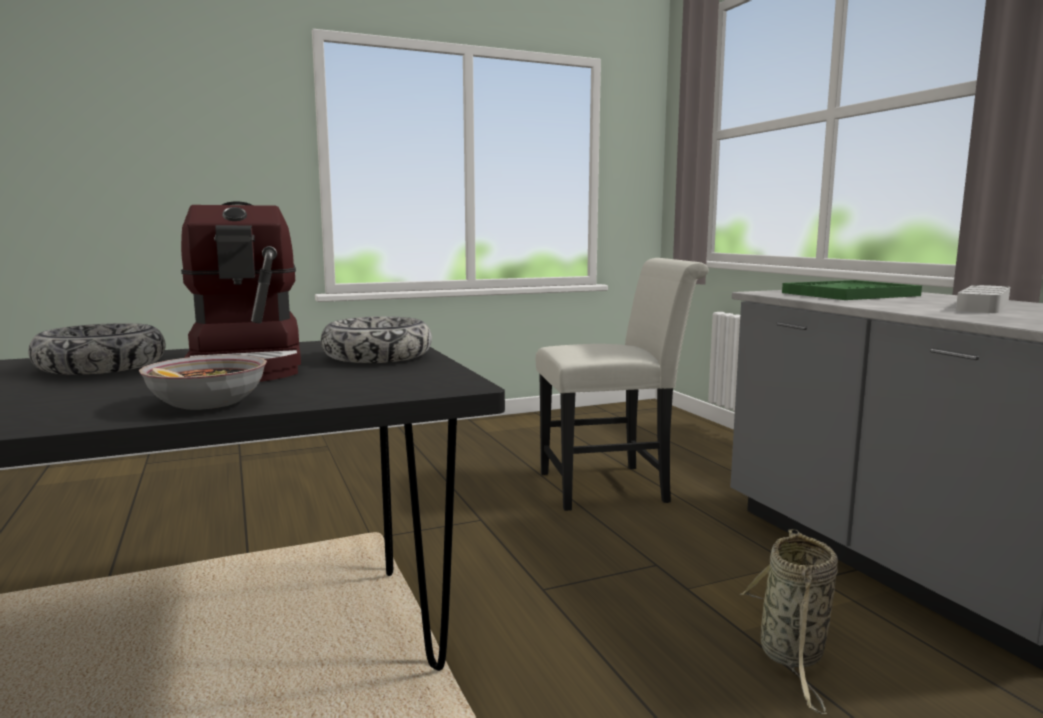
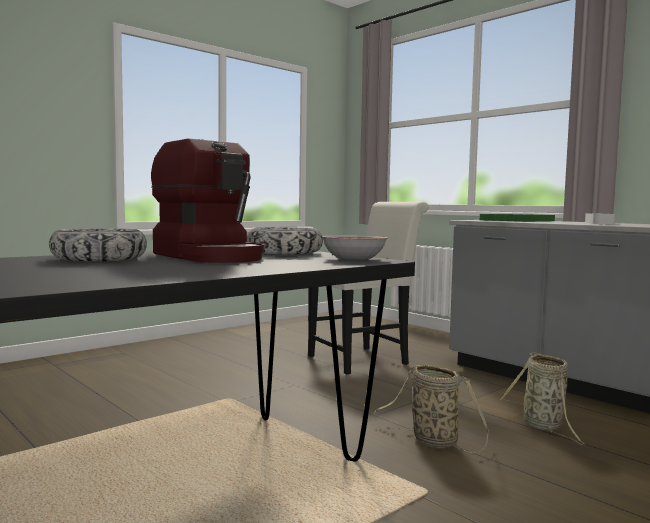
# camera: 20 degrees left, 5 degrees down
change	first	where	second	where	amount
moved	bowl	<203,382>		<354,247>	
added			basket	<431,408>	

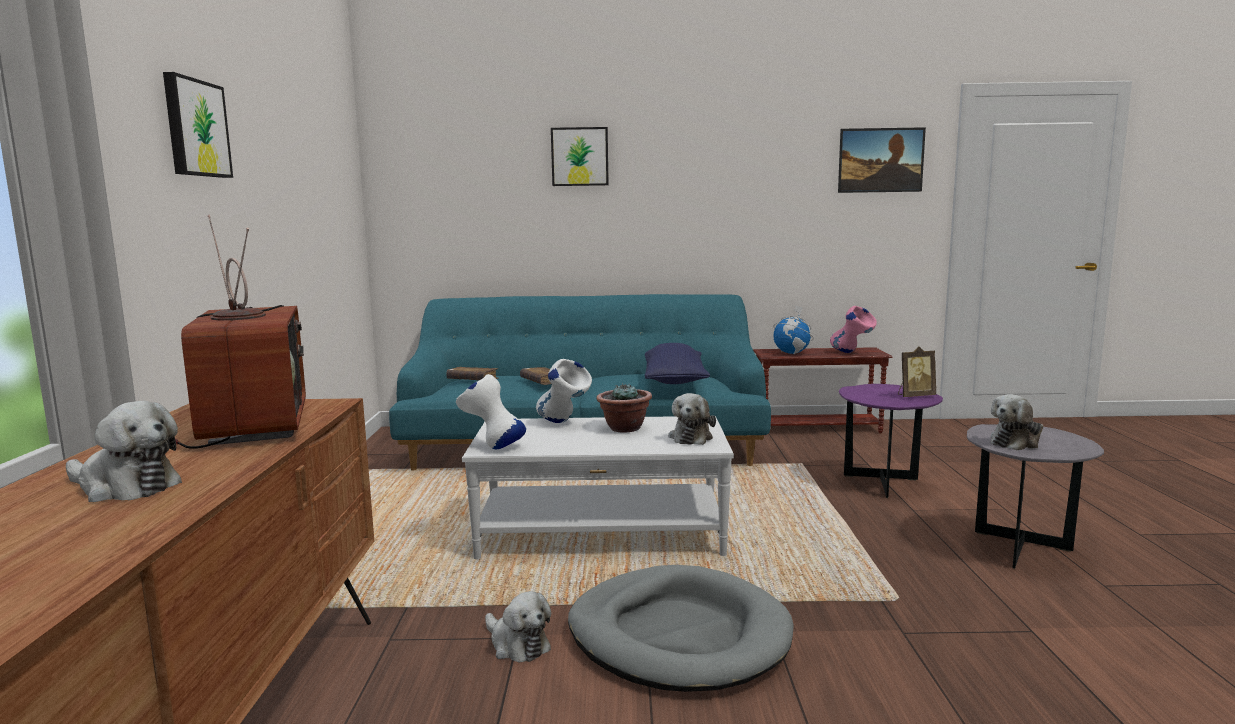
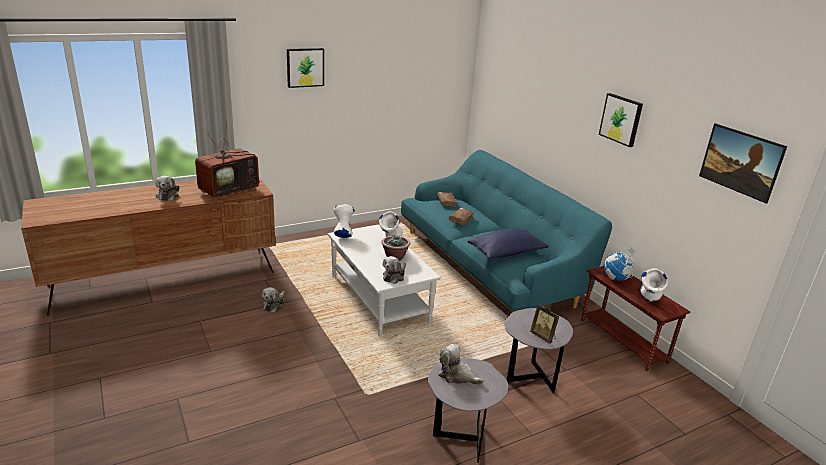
# camera: 60 degrees right, 15 degrees up
change	first	where	second	where	amount
turned	plush toy	<692,419>		<394,270>	45 degrees counterclockwise
recoloured	purple side table	<891,441>	grey side table	<539,351>	
moved	picture	<580,156>		<621,120>	
recoloured	pink vase	<853,329>	white vase	<654,285>	
removed	grey dog bed	<680,628>			

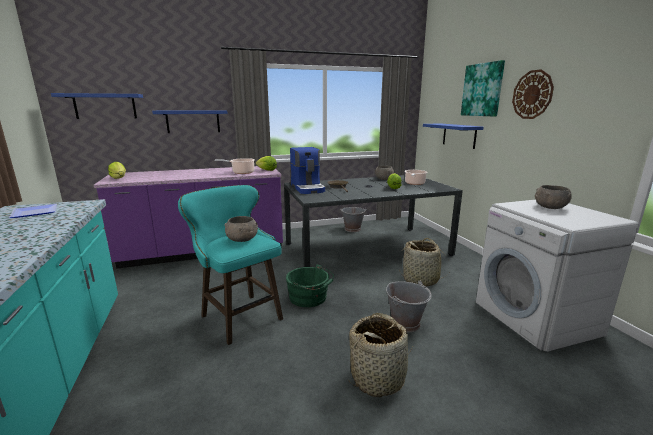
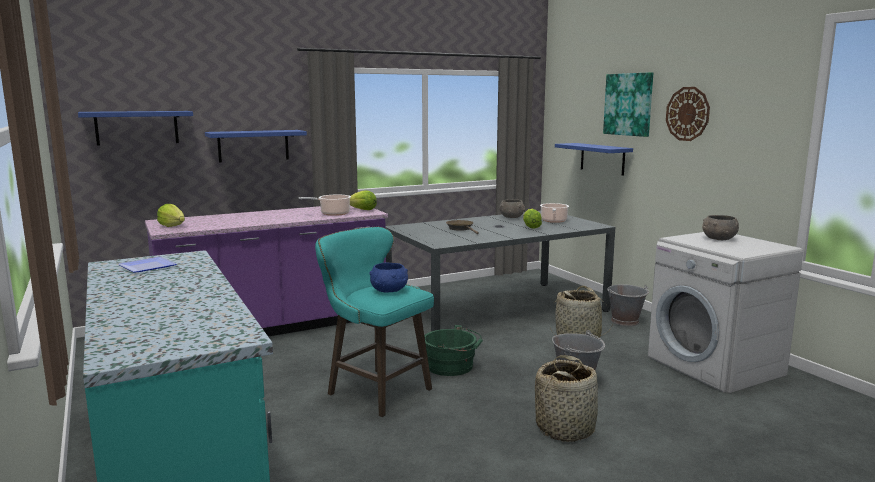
# camera: 10 degrees left, 5 degrees down
change	first	where	second	where	amount
recoloured	grey bowl	<241,229>	blue bowl	<388,278>	
moved	grey bucket	<353,219>		<628,305>	
removed	coffee machine	<307,170>			

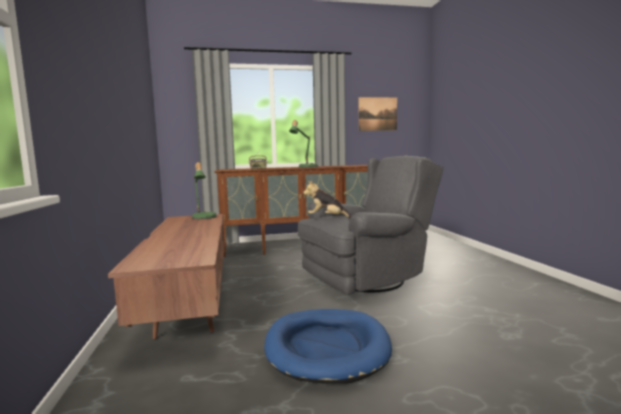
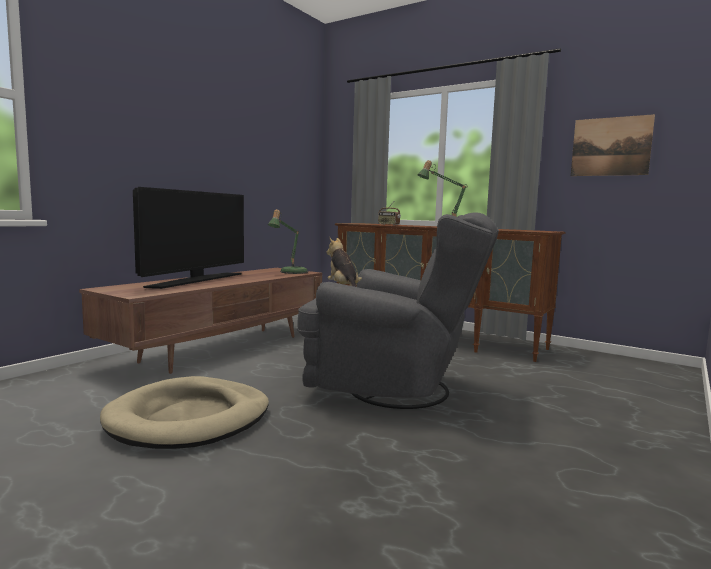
# camera: 45 degrees right, 0 degrees up
change	first	where	second	where	amount
recoloured	blue dog bed	<328,346>	beige dog bed	<184,412>	
added			television	<188,238>	

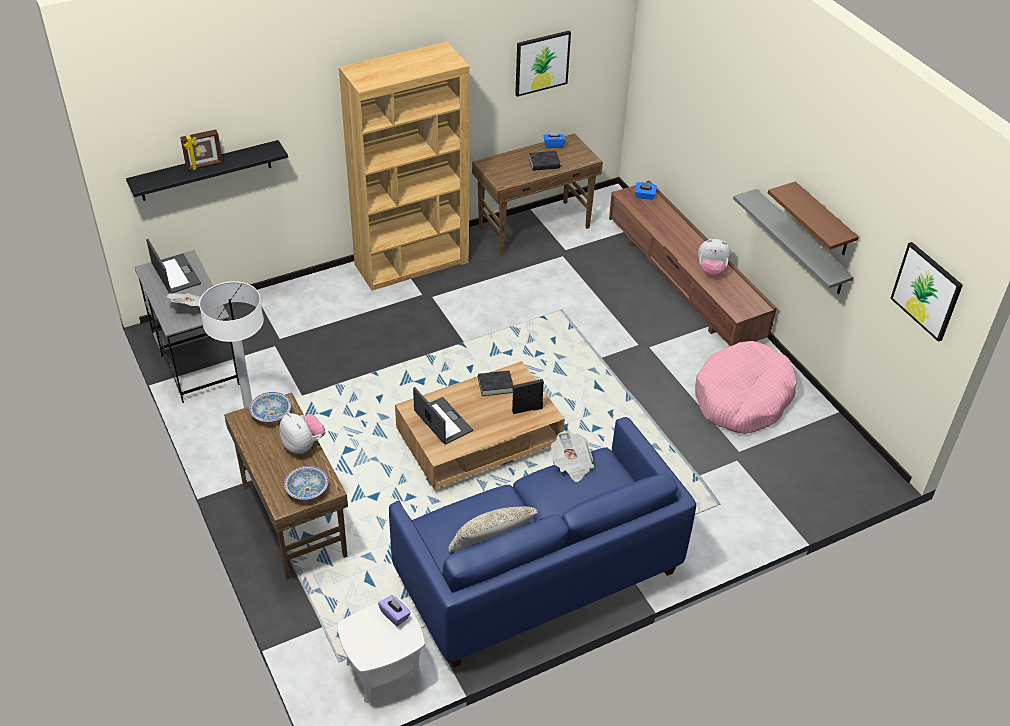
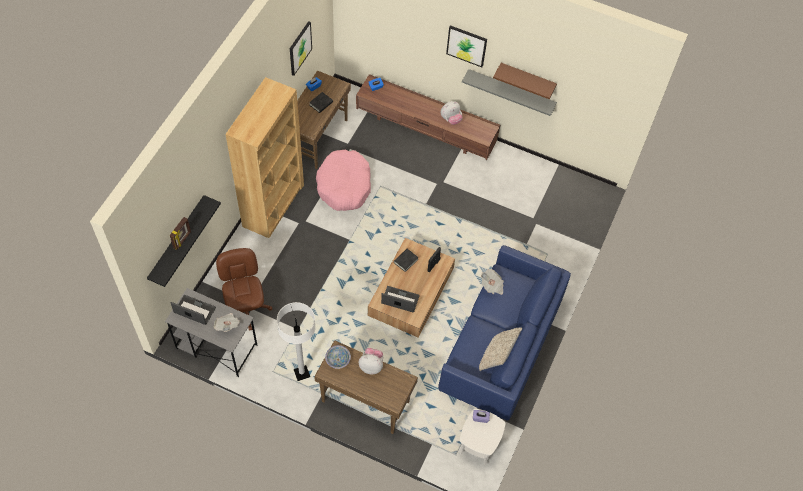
# camera: 40 degrees left, 15 degrees up
change	first	where	second	where	amount
added			brown office chair	<244,289>	
moved	pink dog bed	<746,387>		<343,180>	
moved	picture	<926,292>		<466,46>	
removed	bowl	<306,483>			

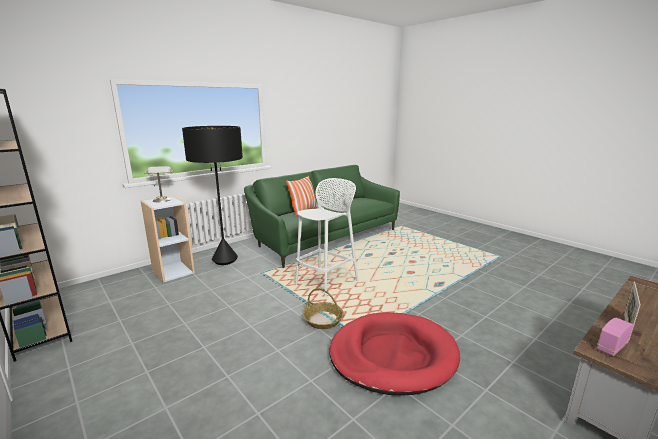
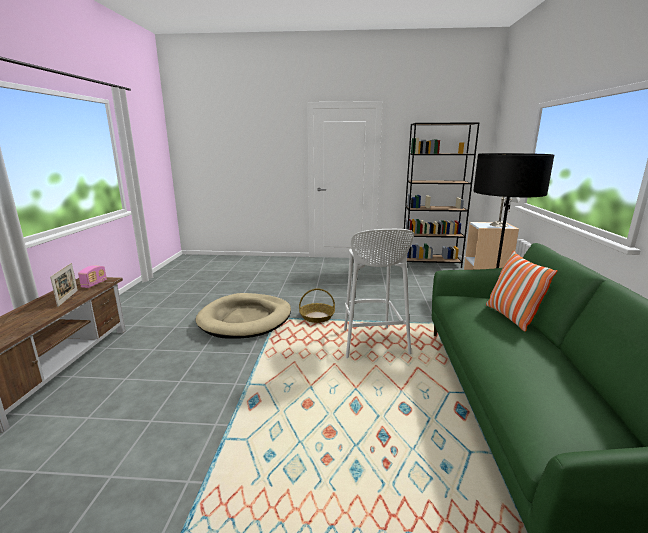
# camera: 135 degrees right, 0 degrees up
change	first	where	second	where	amount
recoloured	red dog bed	<395,353>	beige dog bed	<243,316>	

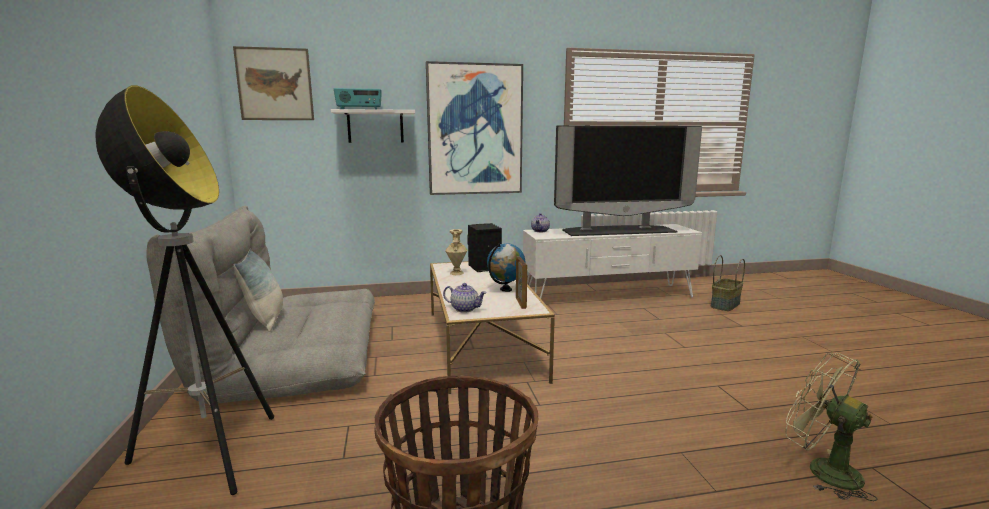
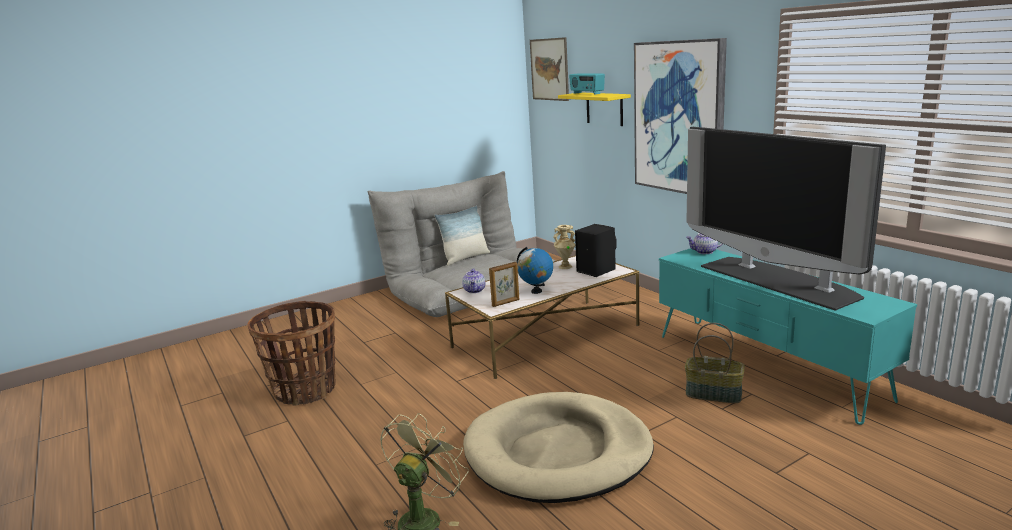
# camera: 70 degrees right, 5 degrees up
change	first	where	second	where	amount
added			beige dog bed	<558,447>	
recoloured	white shelf	<373,126>	yellow shelf	<594,109>	
recoloured	white tv stand	<612,261>	turquoise tv stand	<788,336>	
moved	basket	<728,283>		<715,363>	
removed	floor lamp	<184,290>			

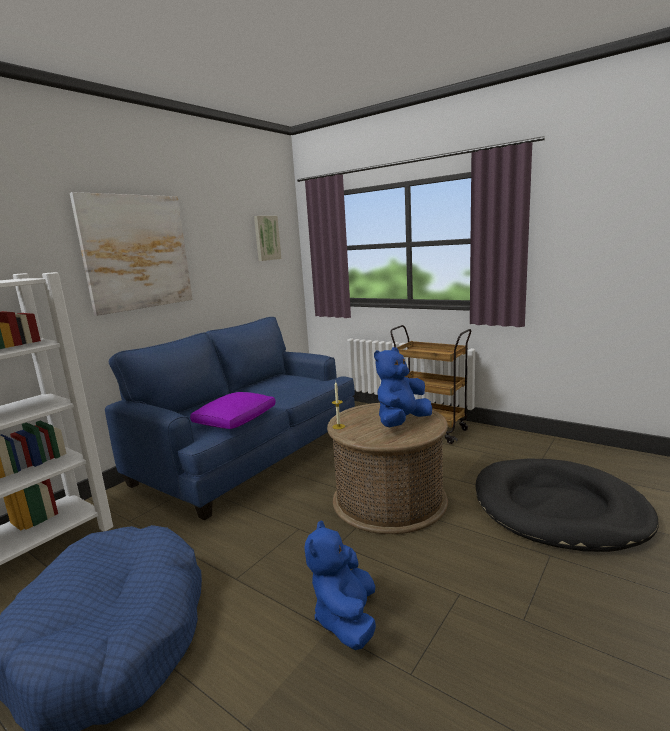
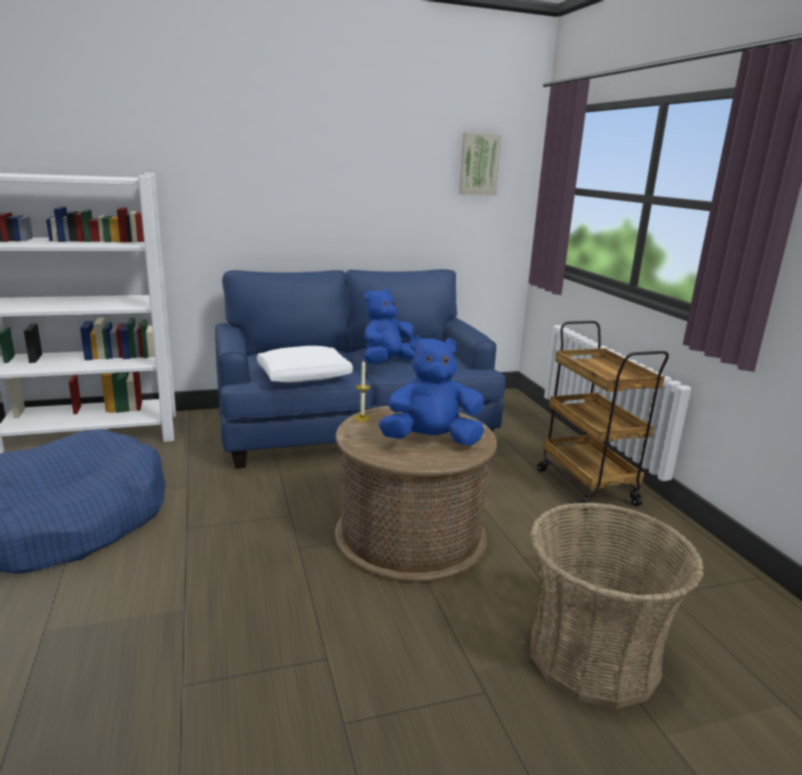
# camera: 35 degrees right, 5 degrees up
change	first	where	second	where	amount
recoloured	purple pillow	<233,410>	white pillow	<305,364>	
moved	blue plush toy	<340,585>		<389,326>	
replaced	black dog bed	<567,505>	basket	<616,605>	
removed	picture	<131,254>			

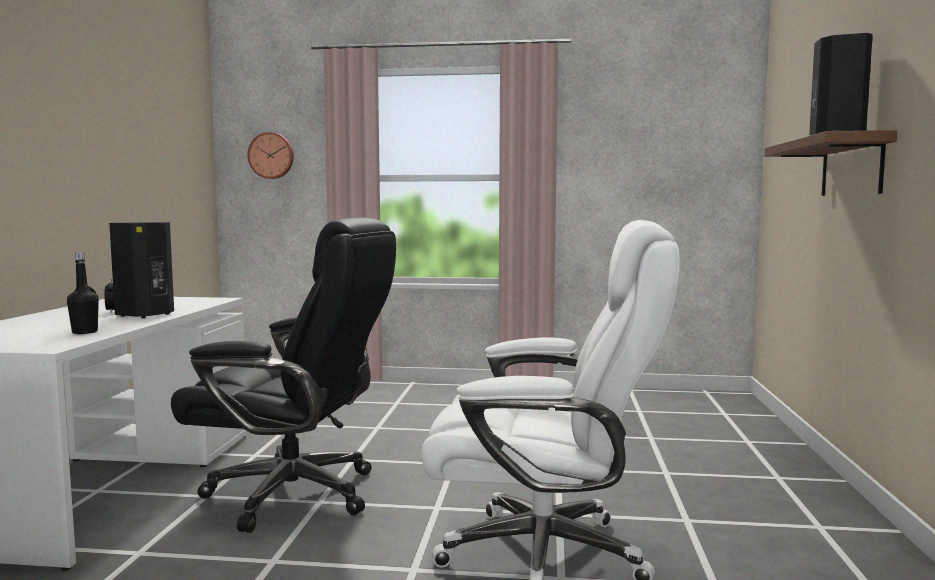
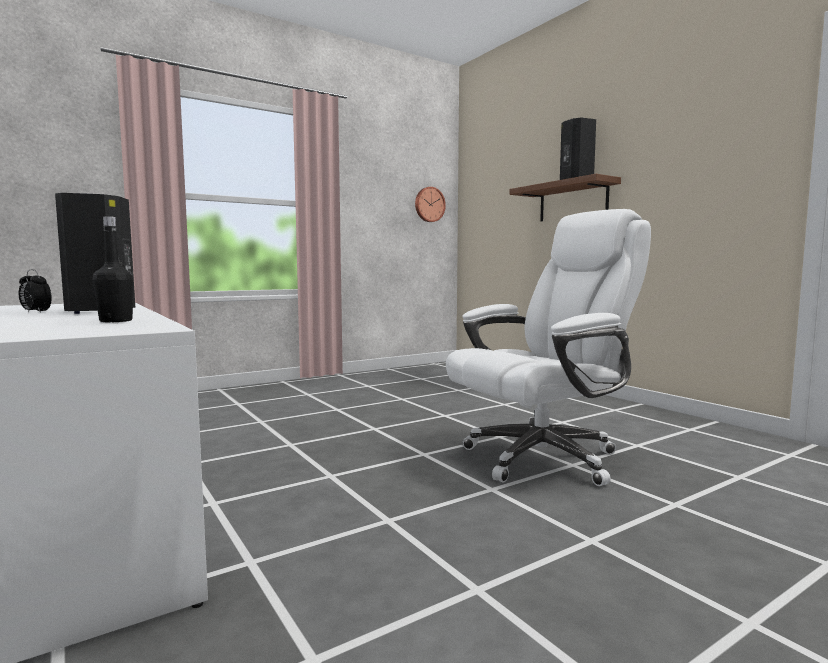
# camera: 40 degrees left, 0 degrees up
change	first	where	second	where	amount
moved	wall clock	<271,155>		<430,204>	
removed	black office chair	<283,375>			

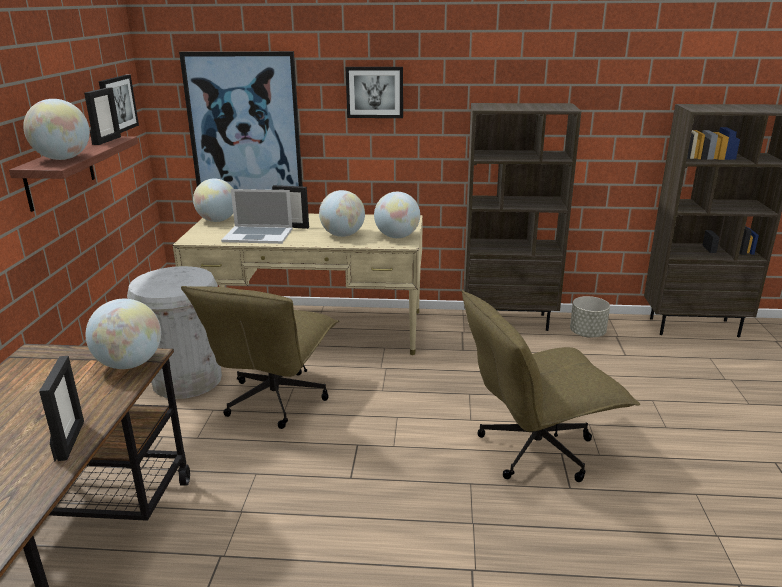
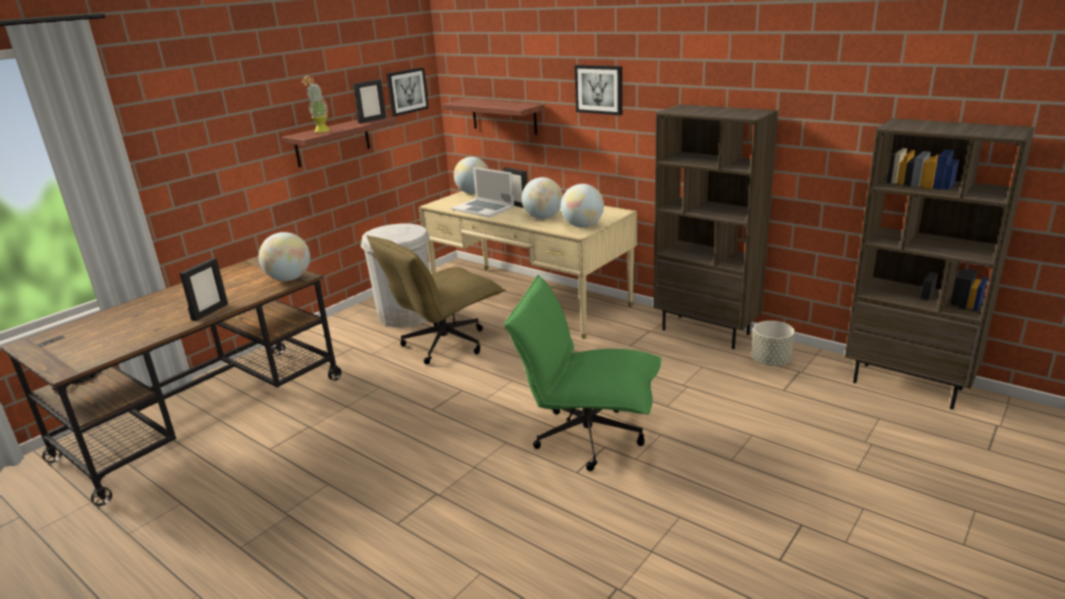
# camera: 35 degrees right, 0 degrees up
change	first	where	second	where	amount
replaced	globe	<56,129>	potted plant	<315,104>	
replaced	picture	<241,120>	shelf	<493,117>	
recoloured	beige office chair	<551,386>	green office chair	<583,373>	

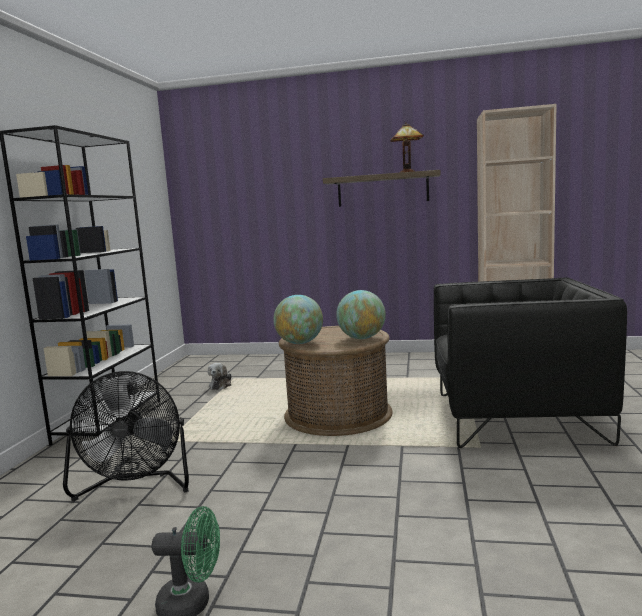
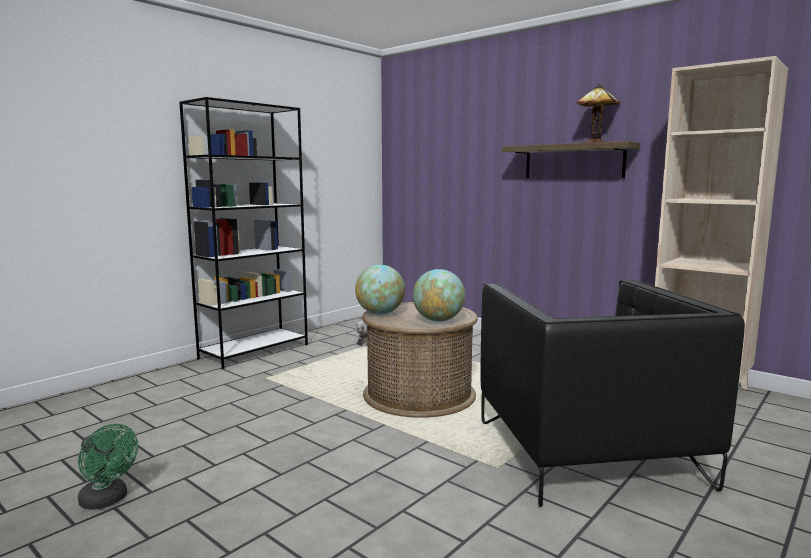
# camera: 30 degrees right, 0 degrees up
change	first	where	second	where	amount
turned	black armchair	<530,363>		<613,393>	45 degrees clockwise
removed	black fan	<126,436>			

